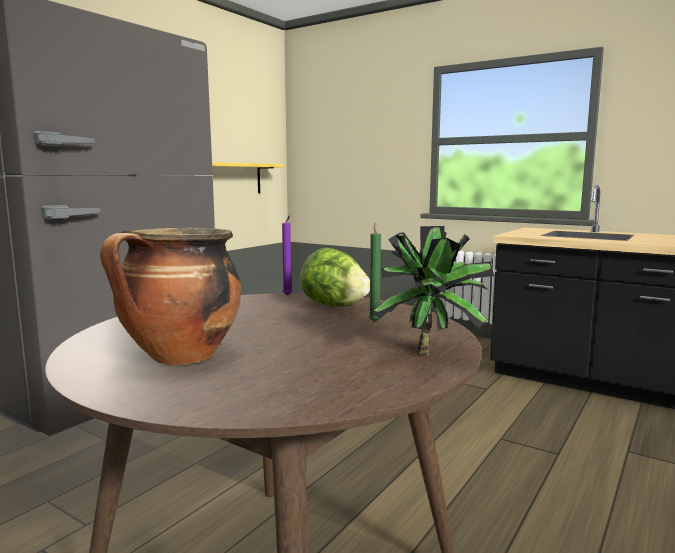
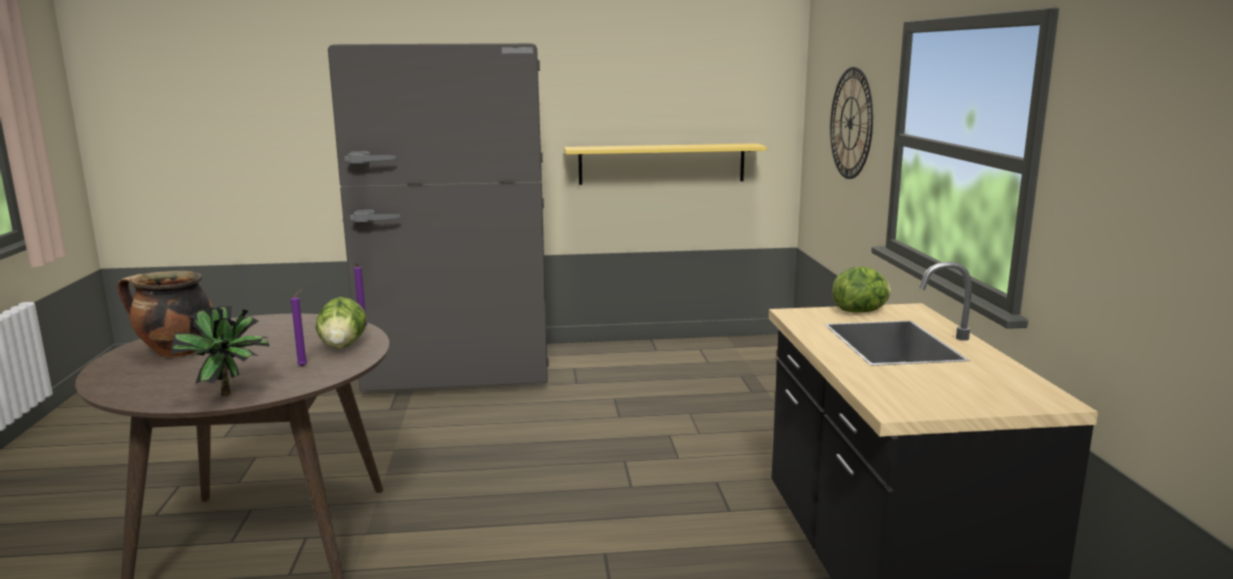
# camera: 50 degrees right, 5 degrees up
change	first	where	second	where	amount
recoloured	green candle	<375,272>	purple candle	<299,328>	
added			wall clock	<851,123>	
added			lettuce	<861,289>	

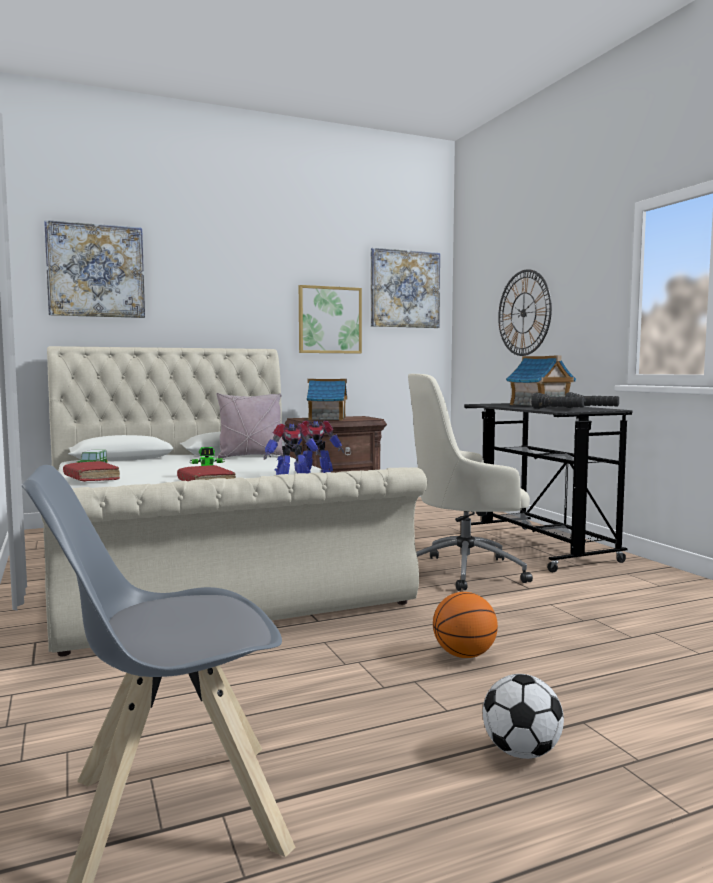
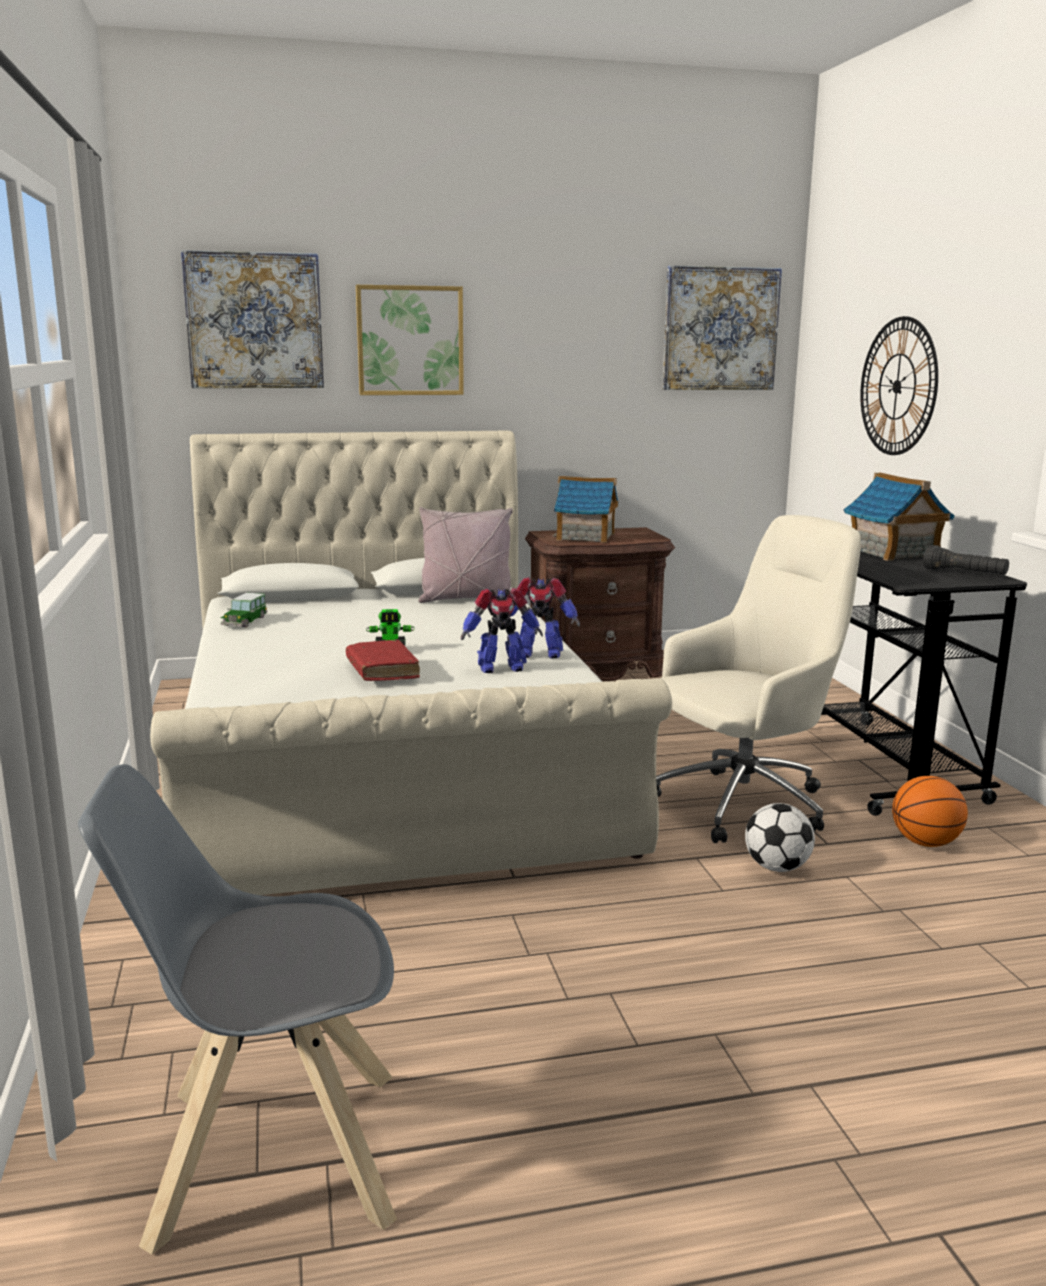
# camera: 10 degrees right, 10 degrees up
change	first	where	second	where	amount
moved	picture	<330,319>		<410,340>	
turned	beige office chair	<470,482>		<758,679>	150 degrees clockwise
moved	football	<523,716>		<780,837>	
moved	basketball	<465,625>		<930,811>	
removed	red book	<91,471>			
removed	black flashlight	<558,401>			

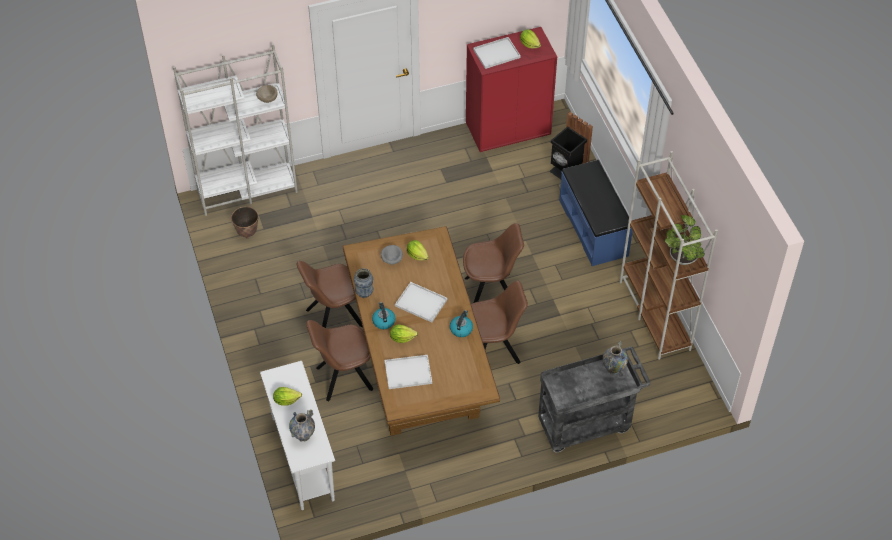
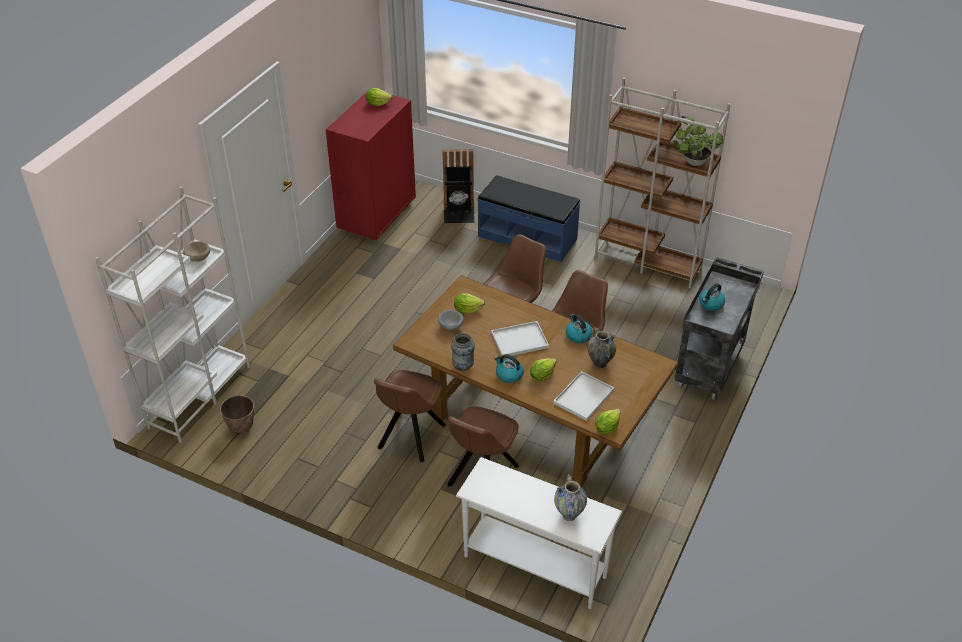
# camera: 45 degrees left, 10 degrees down
change	first	where	second	where	amount
moved	vase	<615,358>		<601,348>	
moved	lettuce	<287,396>		<608,422>	
added			kettle	<712,297>	
removed	white tray	<497,53>			

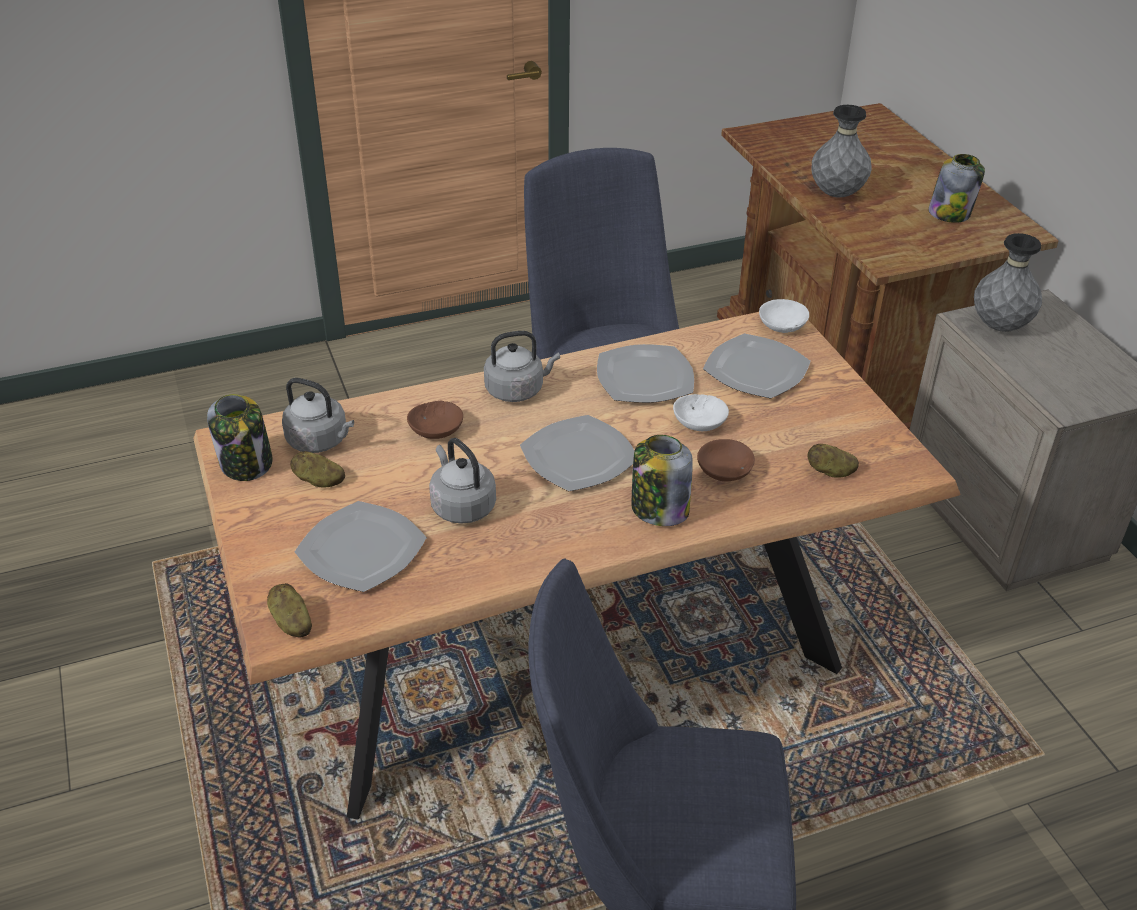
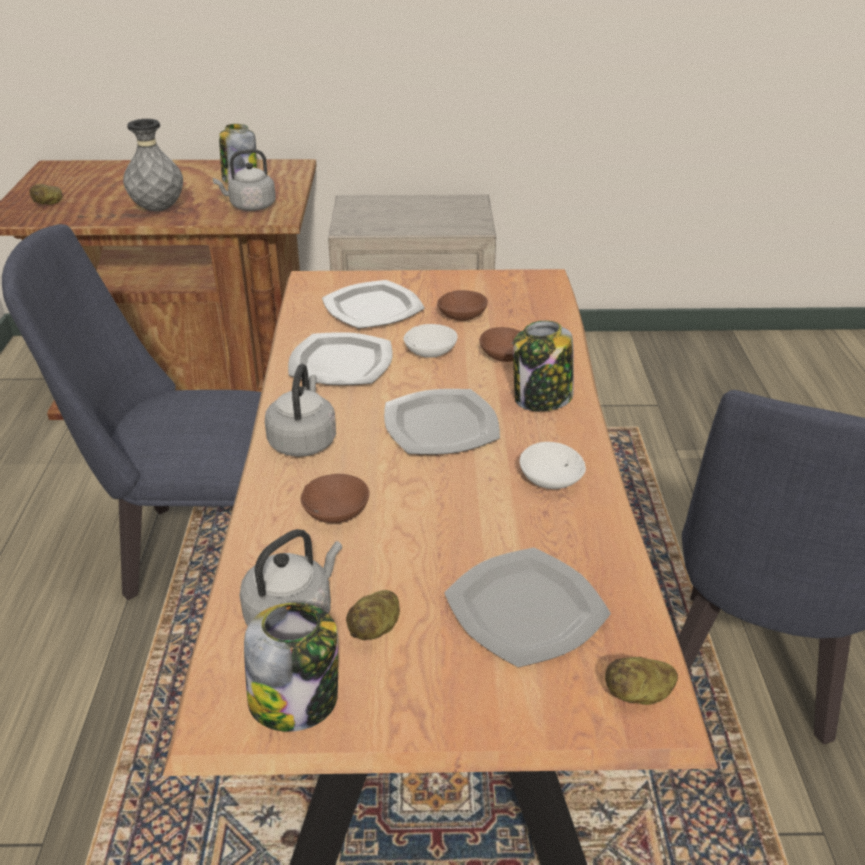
# camera: 70 degrees left, 5 degrees down
change	first	where	second	where	amount
moved	potato	<833,461>		<45,194>	
moved	grey kettle	<462,481>		<244,180>	
added			brown bowl	<462,305>	
moved	white bowl	<784,316>		<553,465>	
removed	grey vase	<1008,282>			

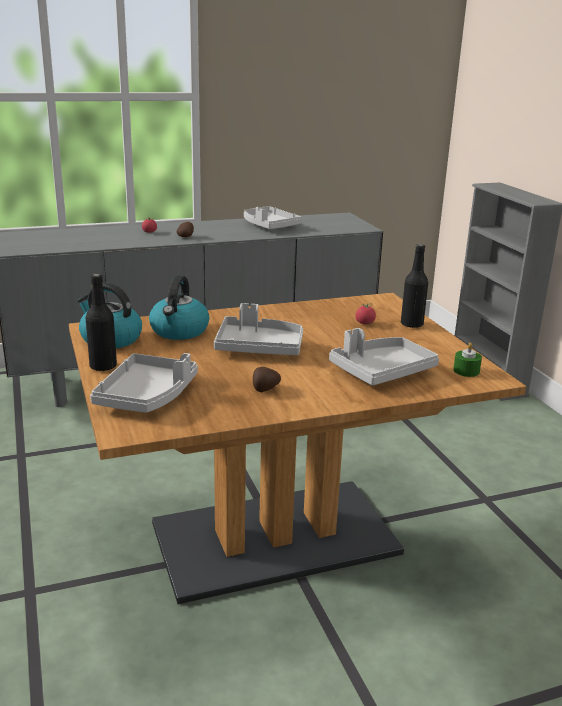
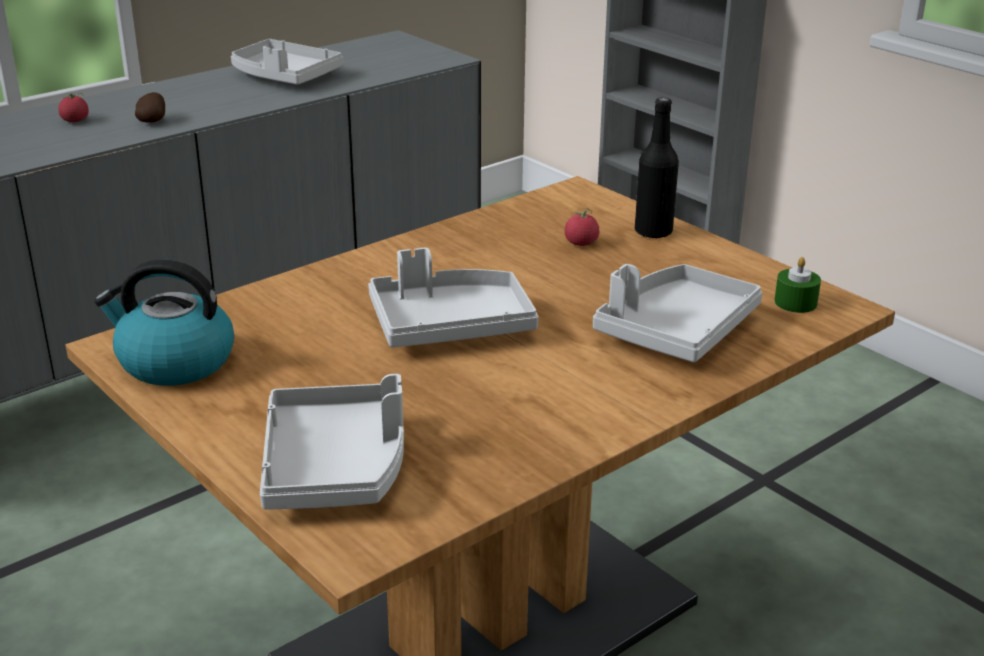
# camera: 20 degrees left, 5 degrees up
change	first	where	second	where	amount
removed	black bottle	<101,322>			
removed	kettle	<179,307>			
removed	potato	<267,380>			

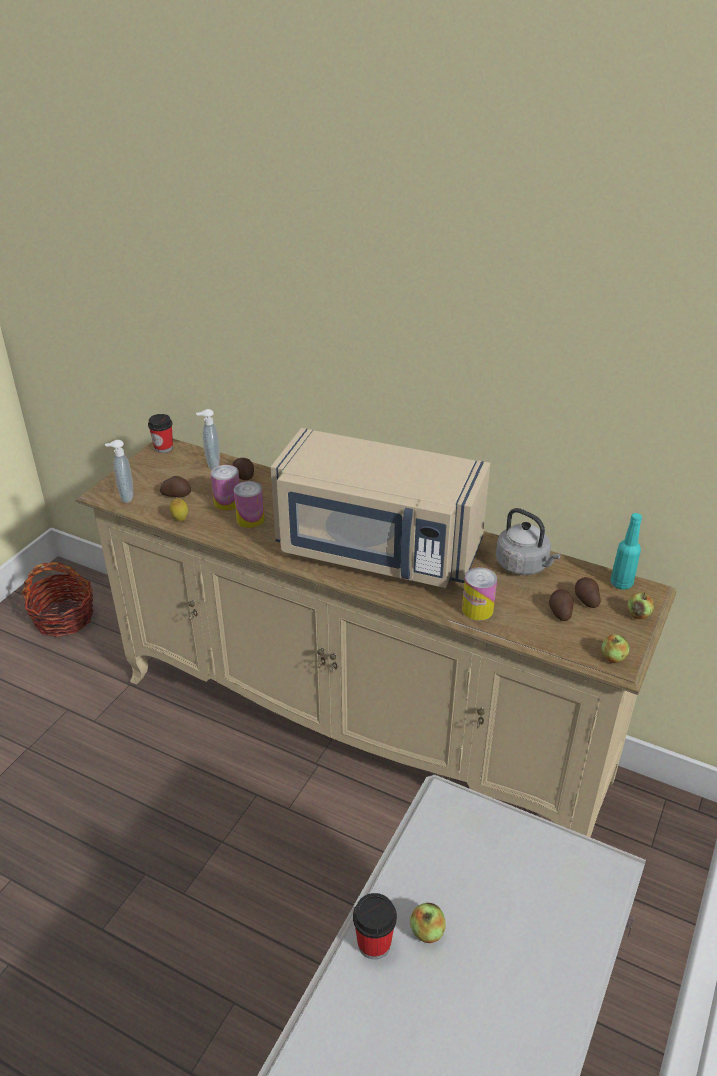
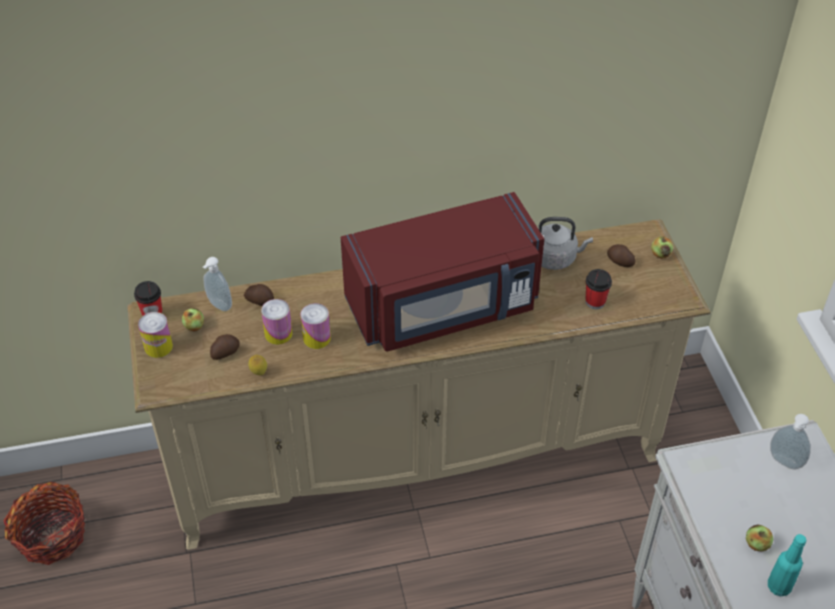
# camera: 40 degrees left, 10 degrees up
change	first	where	second	where	amount
moved	can	<479,593>		<155,335>	
moved	apple	<615,649>		<193,320>	
recoloured	beige microwave	<380,508>	red microwave	<442,271>	
moved	cup	<375,926>		<599,289>	
moved	turquoise bottle	<626,551>		<787,565>	
moved	soap dispenser	<119,471>		<790,441>	
removed	potato	<561,605>			

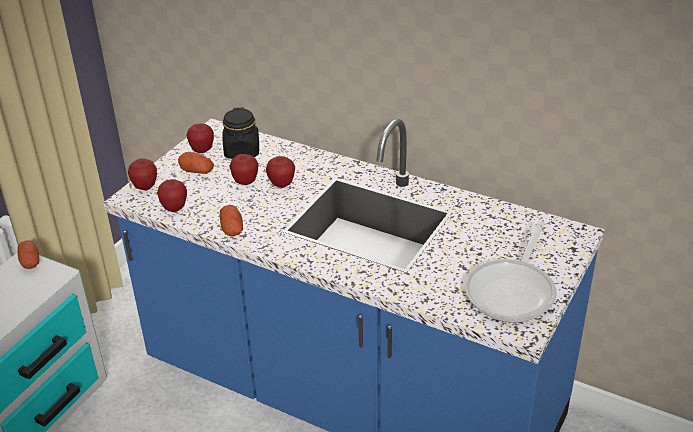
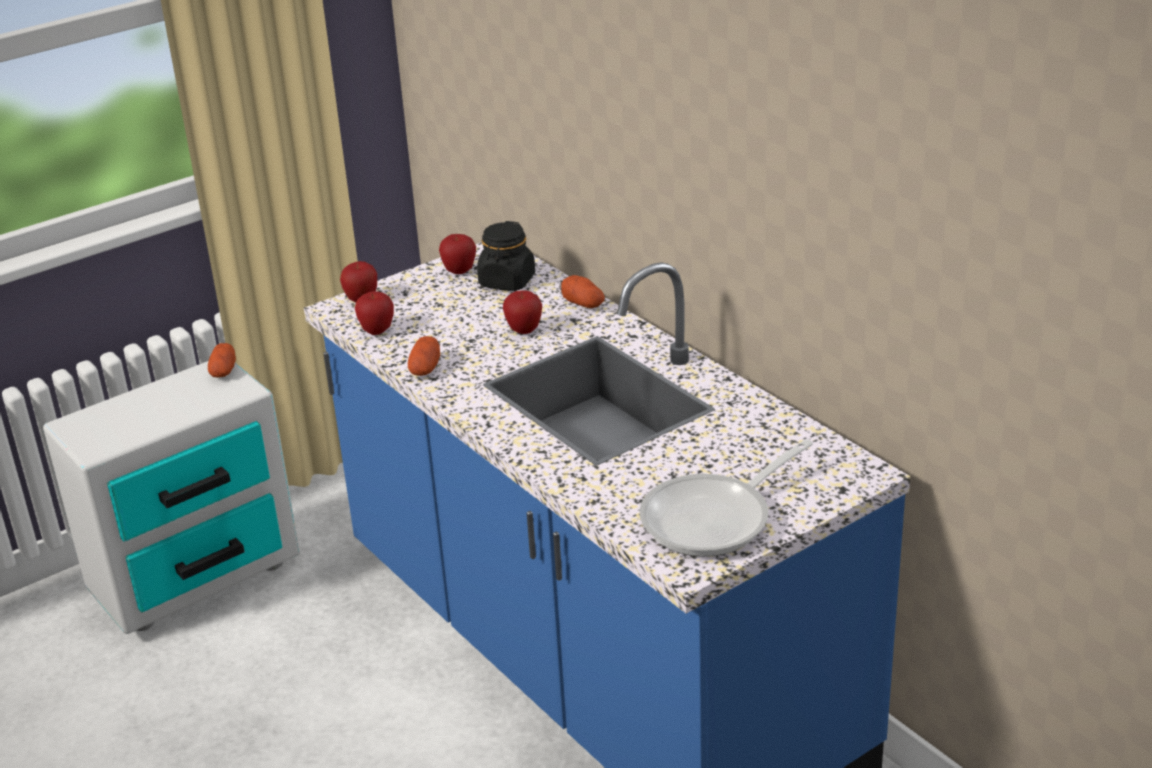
# camera: 25 degrees right, 5 degrees down
change	first	where	second	where	amount
moved	potato	<196,163>		<583,291>	
removed	apple	<244,169>			

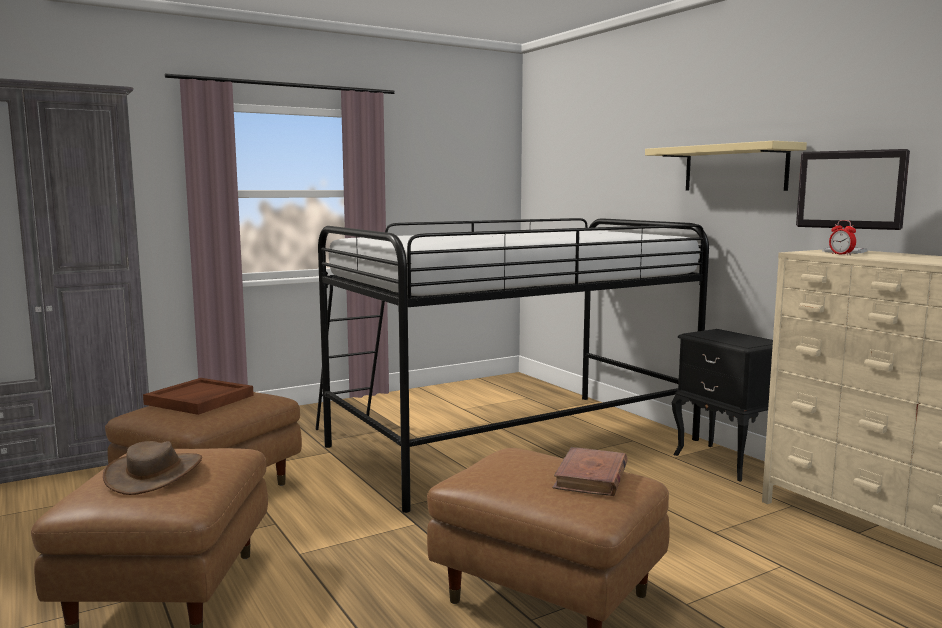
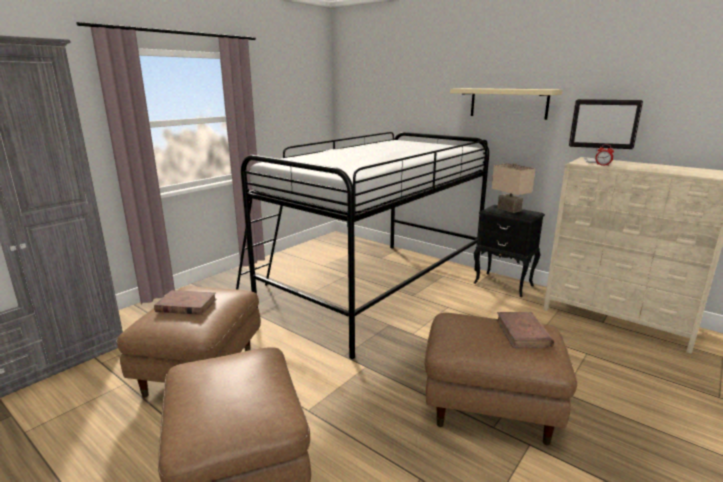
# camera: 20 degrees left, 10 degrees up
change	first	where	second	where	amount
replaced	brown tray	<198,396>	brown book	<185,302>	
added			beige table lamp	<513,188>	
removed	brown hat	<152,468>			

